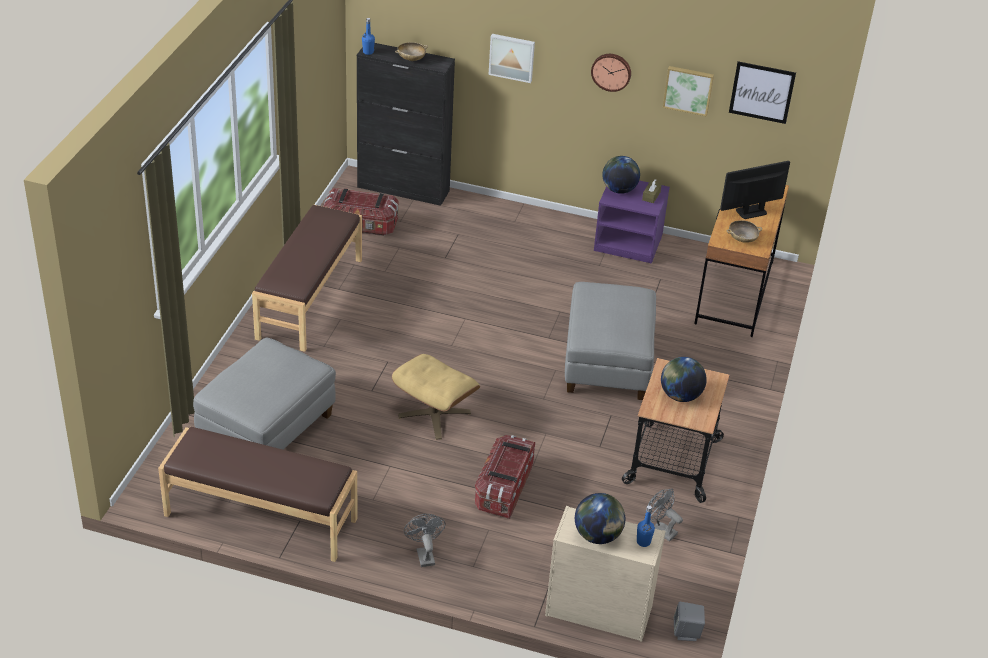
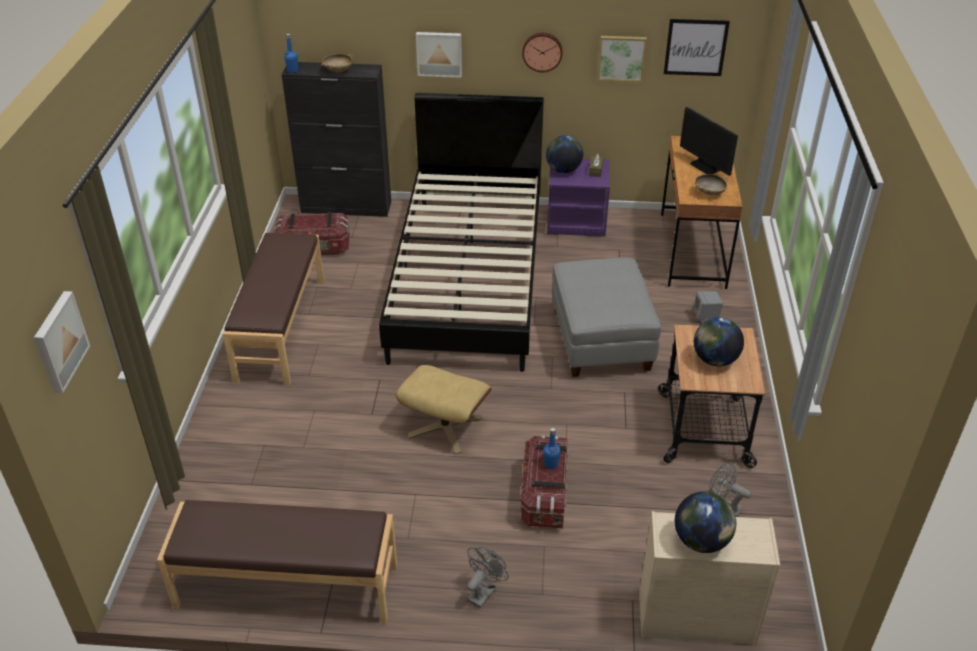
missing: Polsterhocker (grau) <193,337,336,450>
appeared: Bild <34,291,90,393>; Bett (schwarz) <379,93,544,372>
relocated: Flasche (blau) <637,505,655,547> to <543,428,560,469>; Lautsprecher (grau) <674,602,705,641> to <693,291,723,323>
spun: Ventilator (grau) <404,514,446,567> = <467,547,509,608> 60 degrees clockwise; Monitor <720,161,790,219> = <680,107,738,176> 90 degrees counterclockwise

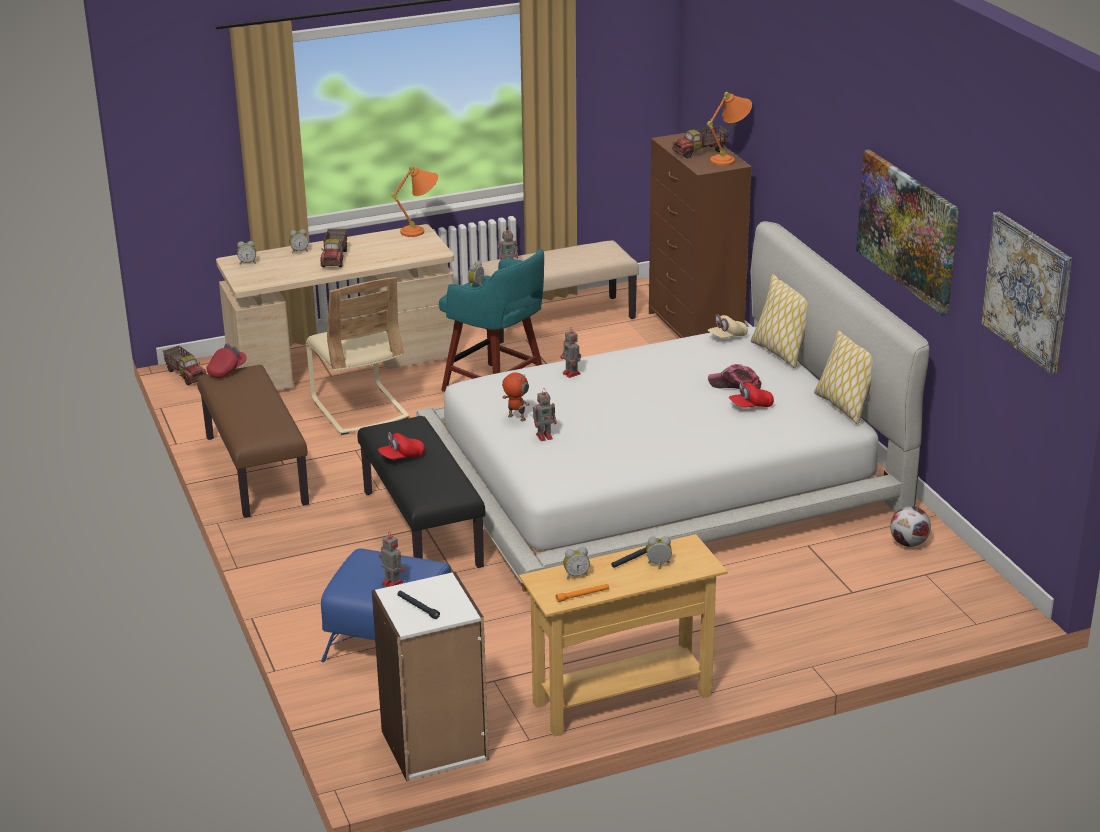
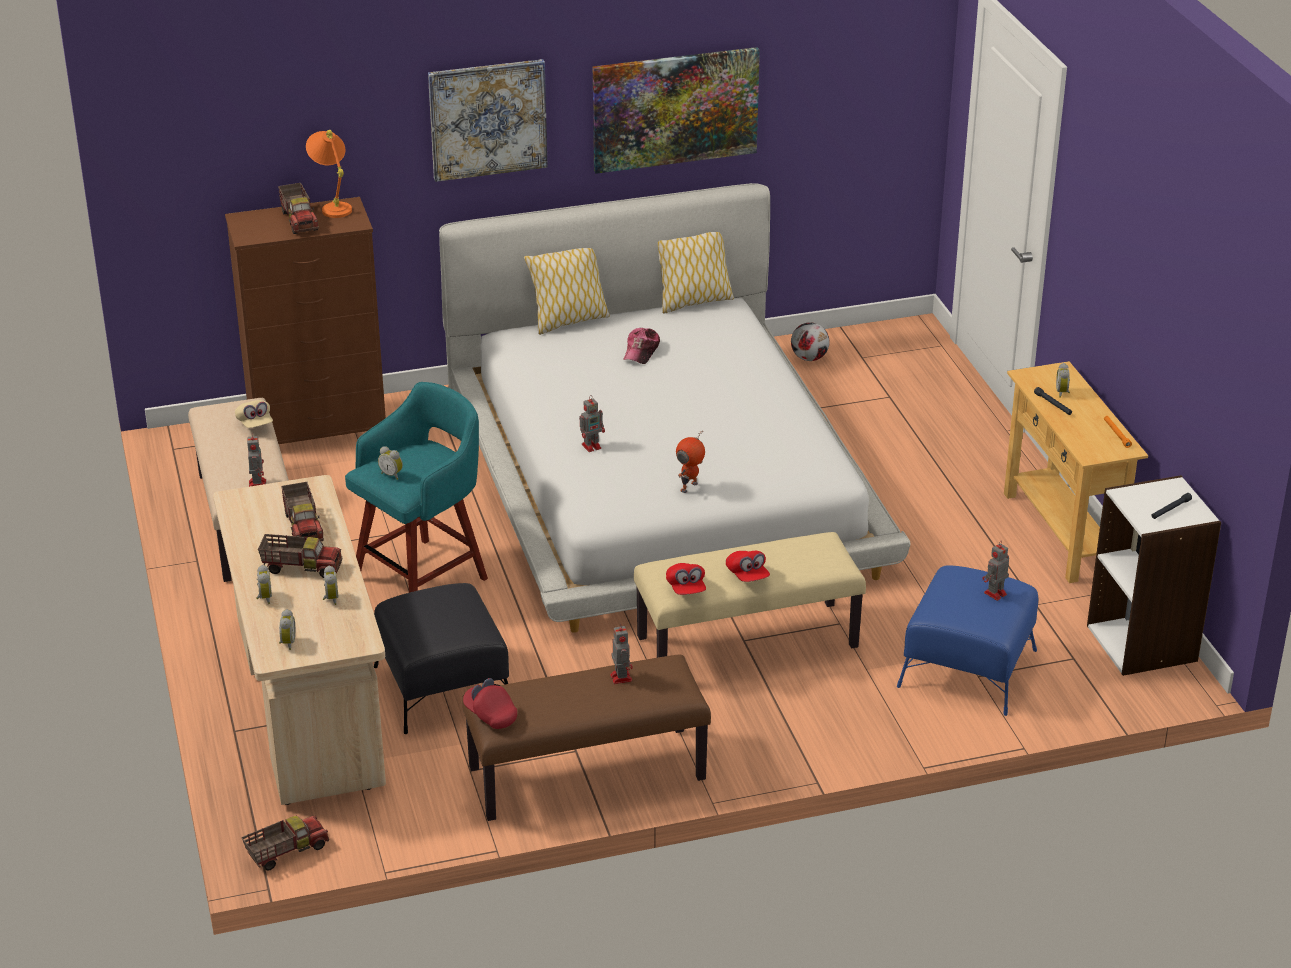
missing: Tischlampe (orange) <391,166,438,237>
appeared: Spielzeuglaster <281,482,324,541>
relocated: Spielzeugroboter <533,389,556,441> to <610,623,633,684>; Wecker <563,547,590,579> to <323,565,338,605>; Kappe (beige) <708,314,748,338> to <235,400,273,428>; Kappe (rot) <729,381,774,407> to <666,563,706,595>; Bild <981,211,1072,374> to <428,59,548,182>
exchanged: Stuhl (beige) <306,277,409,435> to Polsterhocker (schwarz) <374,583,509,734>
colour: Bank (schwarz) <358,416,485,568> to Bank (beige) <634,532,866,658>

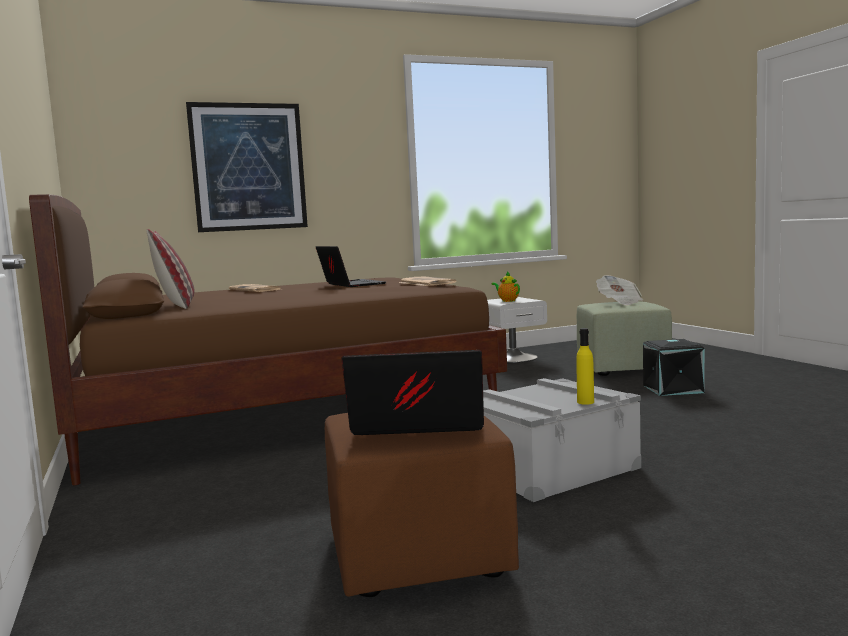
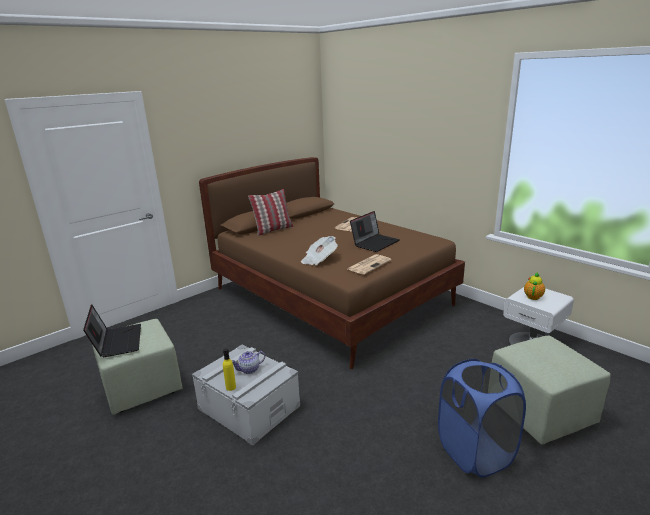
missing: Bild <186,102,308,232>
appeared: Teekanne <231,351,265,374>
relocated: Zeitung <596,275,643,305> to <301,236,337,265>
exchanged: Aufbewahrungsbox (schwarz) <643,339,705,396> to Wäschekorb (blau) <438,359,526,478>
colour: Polsterhocker (braun) <325,413,519,597> to Polsterhocker (grün) <92,319,183,415>

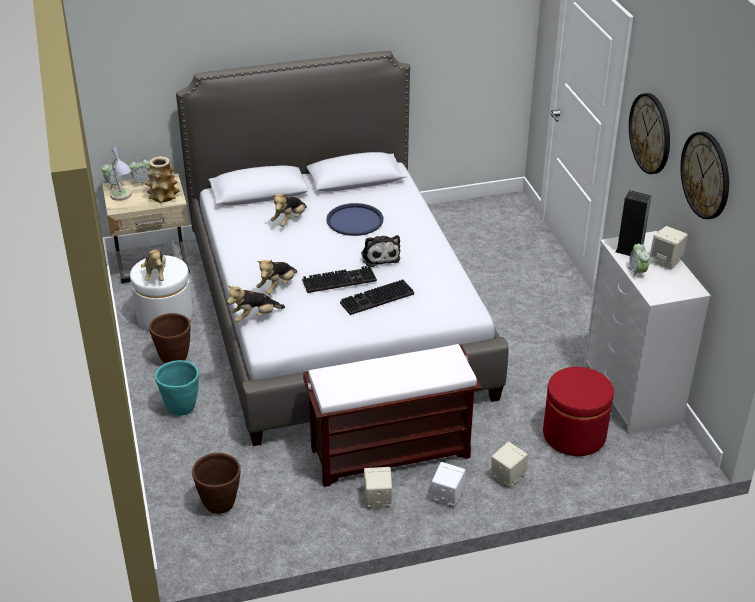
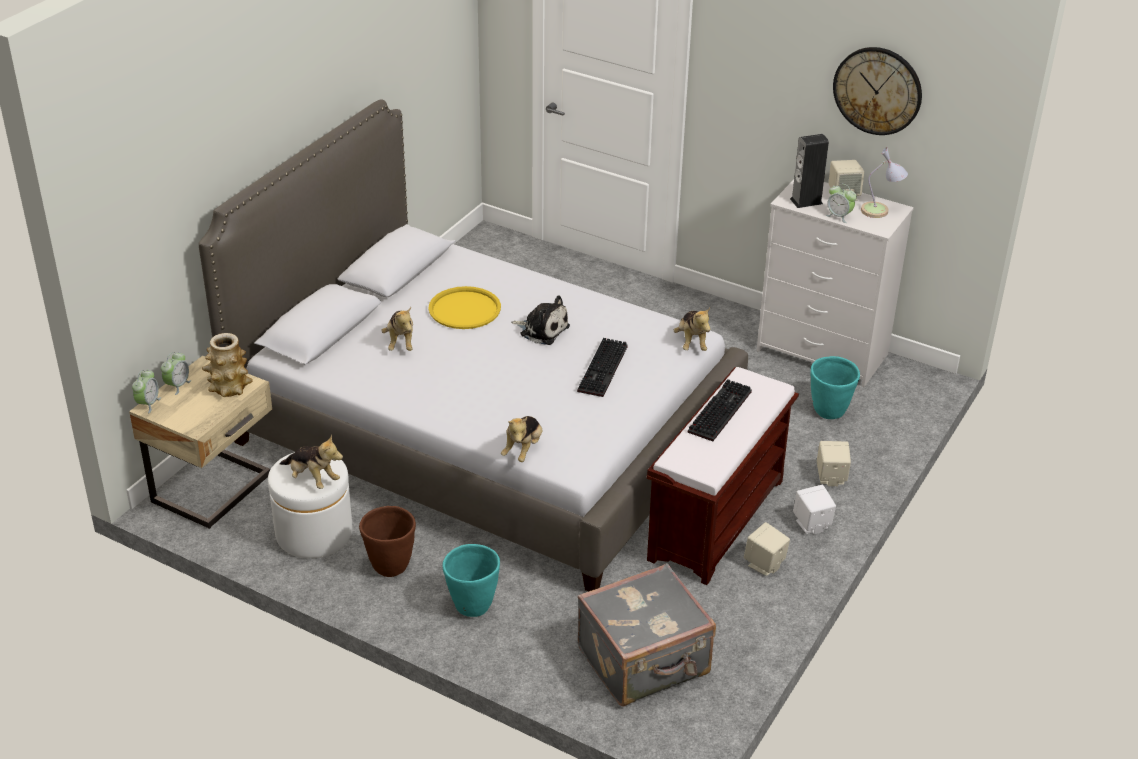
missing: Wanduhr <629,93,670,174>
relocated: Tischlampe <110,147,132,201> to <861,147,908,218>; Plüschtier <256,260,297,295> to <674,308,710,351>; Tastatur <302,265,377,293> to <688,379,752,441>
exchanged: Pflanzkübel (braun) <192,453,241,514> to Koffer (grau) <578,563,716,707>; Polsterhocker (rot) <543,367,614,456> to Pflanzkübel (türkis) <810,356,860,419>
colour: Tablett (blau) <326,203,383,236> to Tablett (gelb) <429,286,501,329>

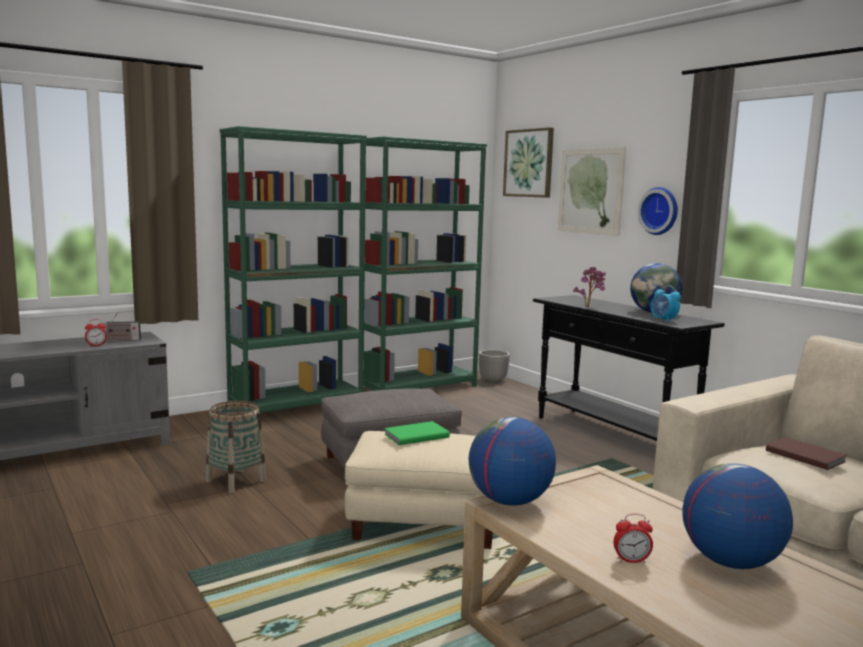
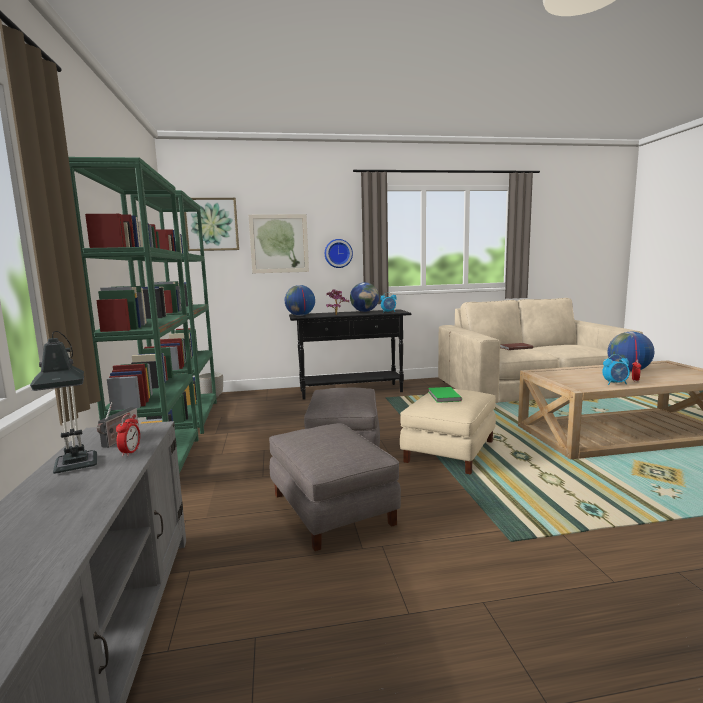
appeared: Tischlampe <30,331,97,474>; Wecker <602,354,630,385>
relocated: Globus <469,417,556,506> to <285,285,315,316>
exchanged: Korb <206,401,266,493> to Polsterhocker (grau) <269,423,401,551>

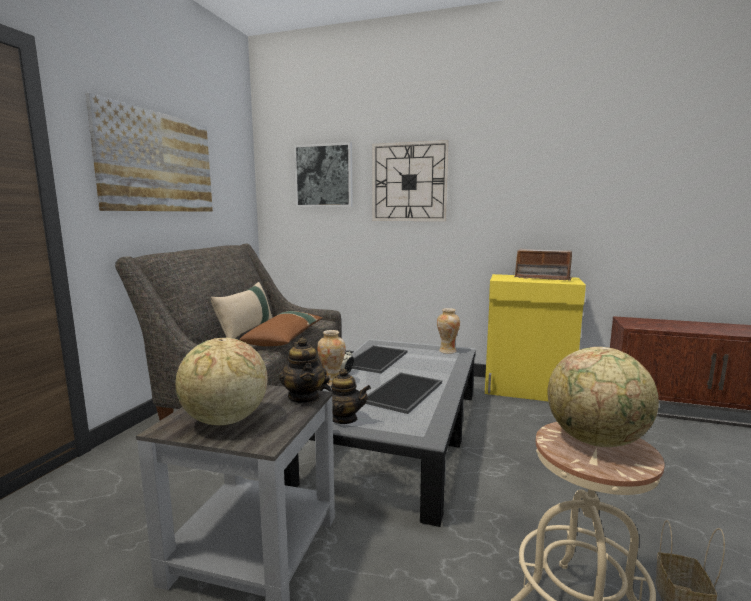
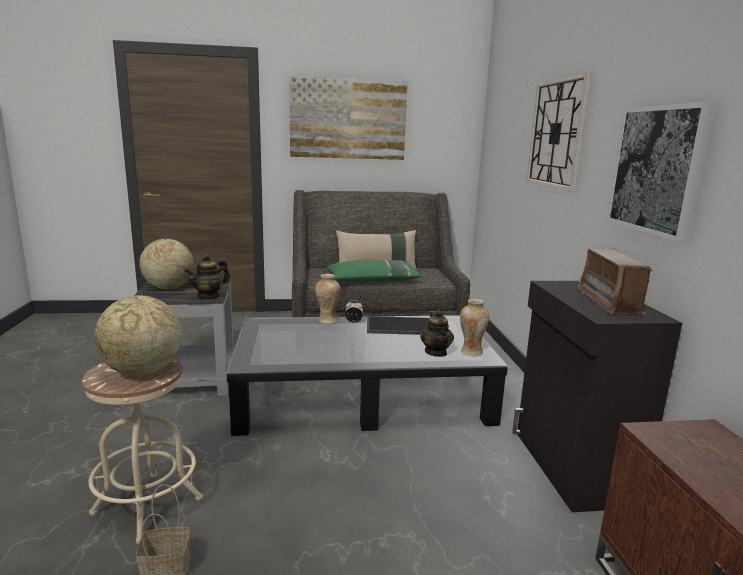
missing: Tablett <365,372,442,414>
relocated: Bild <294,142,353,207> to <606,102,716,242>; Teekanne <318,368,371,424> to <420,310,454,357>
colour: Kissen (braun) <239,311,322,346> to Kissen (grün) <326,260,422,282>; Schrank (gelb) <485,274,586,401> to Schrank (schwarz) <512,281,682,512>

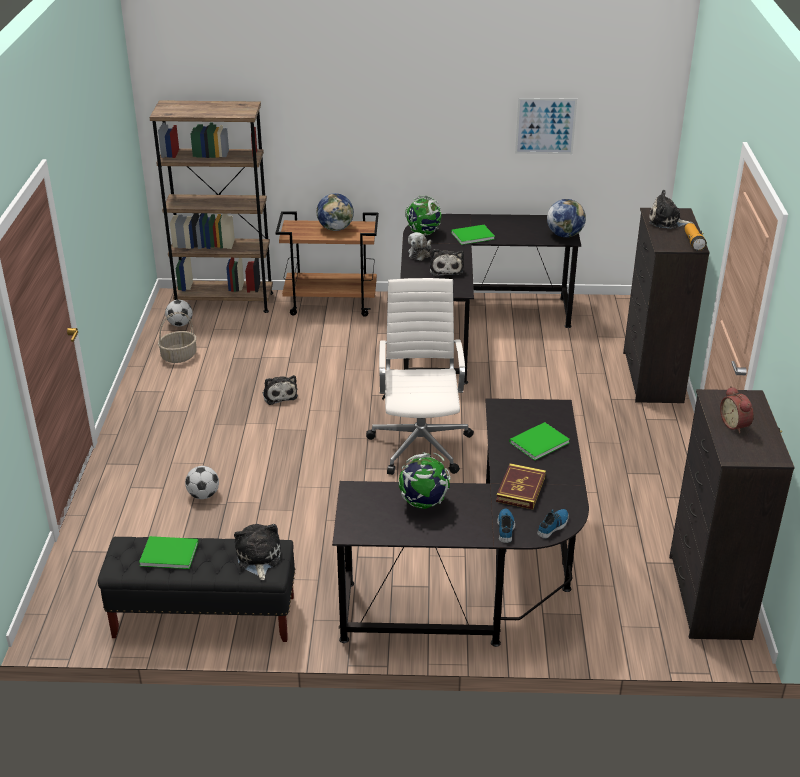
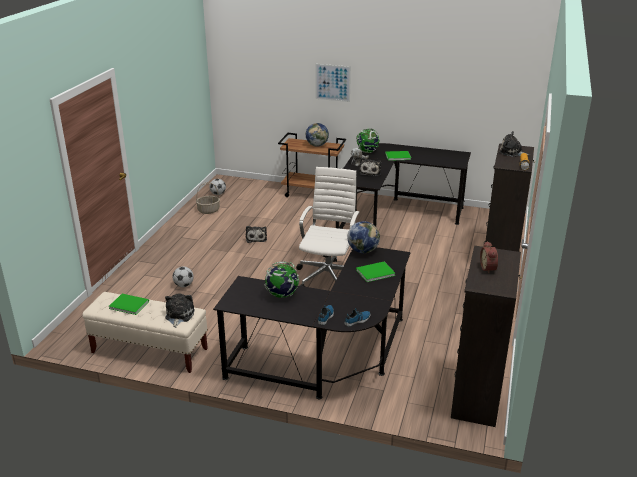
missing: Bücherregal (braun) <149,100,273,313>; Buch <496,463,546,509>
relocated: Bild <515,98,577,154> to <316,64,351,102>; Globus <547,199,586,237> to <347,221,380,253>
colour: Bank (schwarz) <98,537,295,642> to Bank (beige) <82,292,208,373>

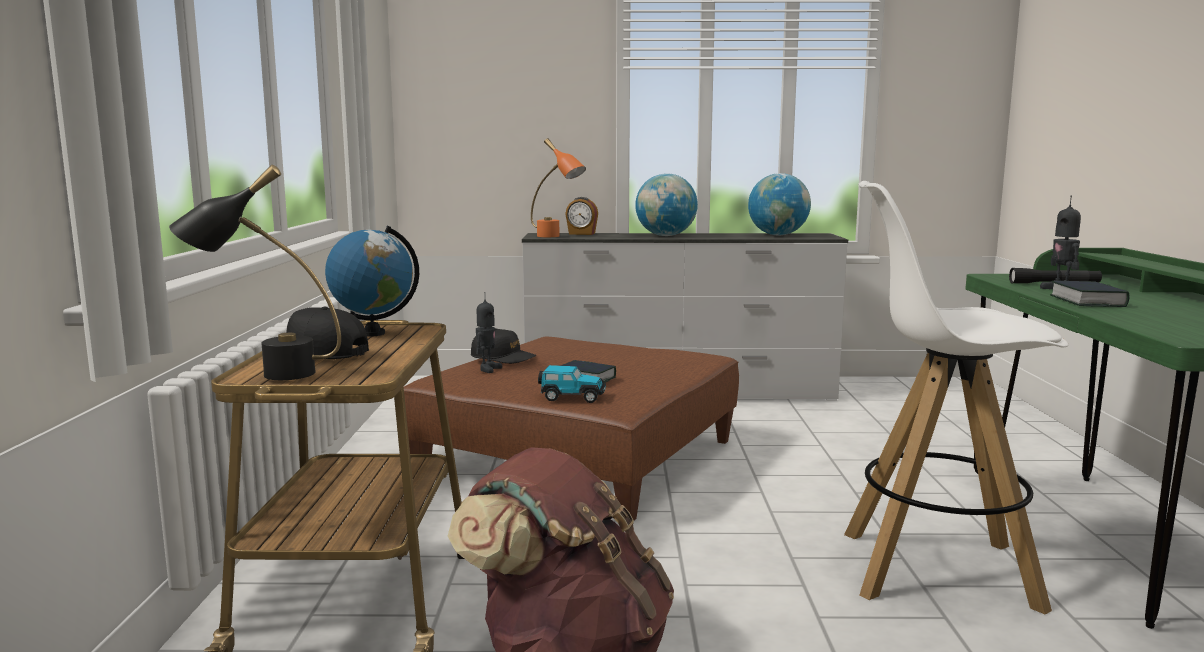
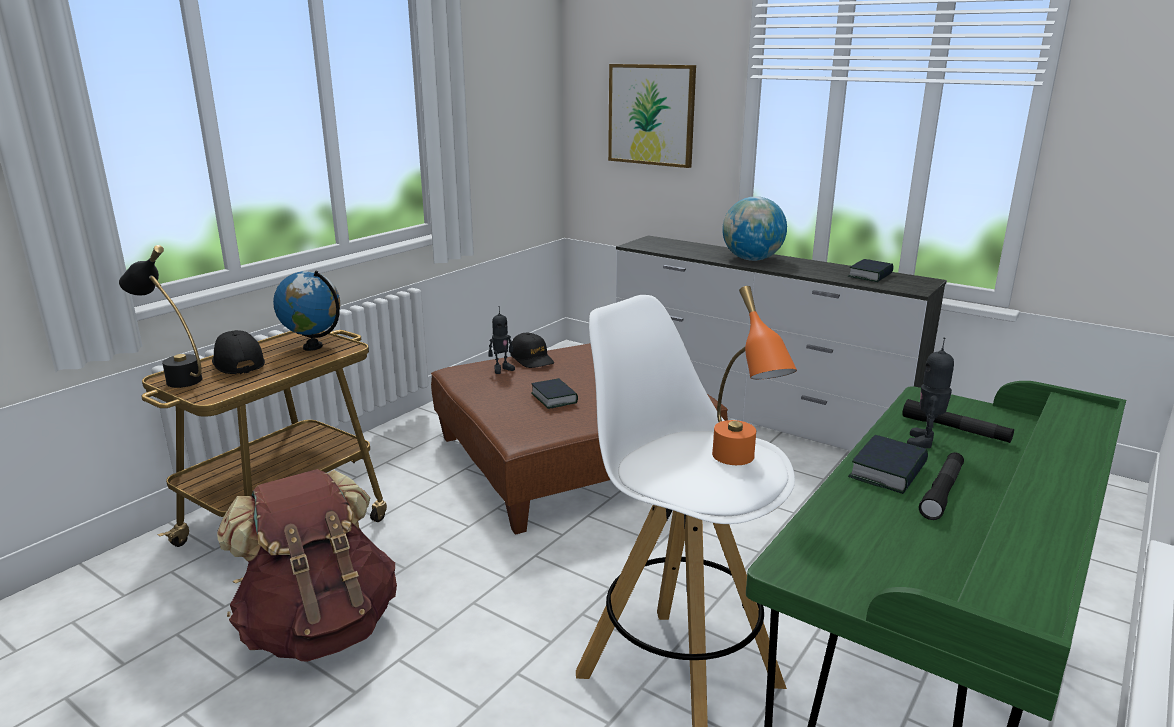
missing: Spielzeugauto <538,365,606,403>; Wecker <565,197,598,235>
appeared: Bild <608,64,696,168>; Taschenlampe (schwarz) <919,452,964,520>
relocated: Tischlampe (orange) <531,138,586,237> to <712,286,797,465>
exchanged: Globus <748,173,811,235> to Buch <848,259,893,282>

